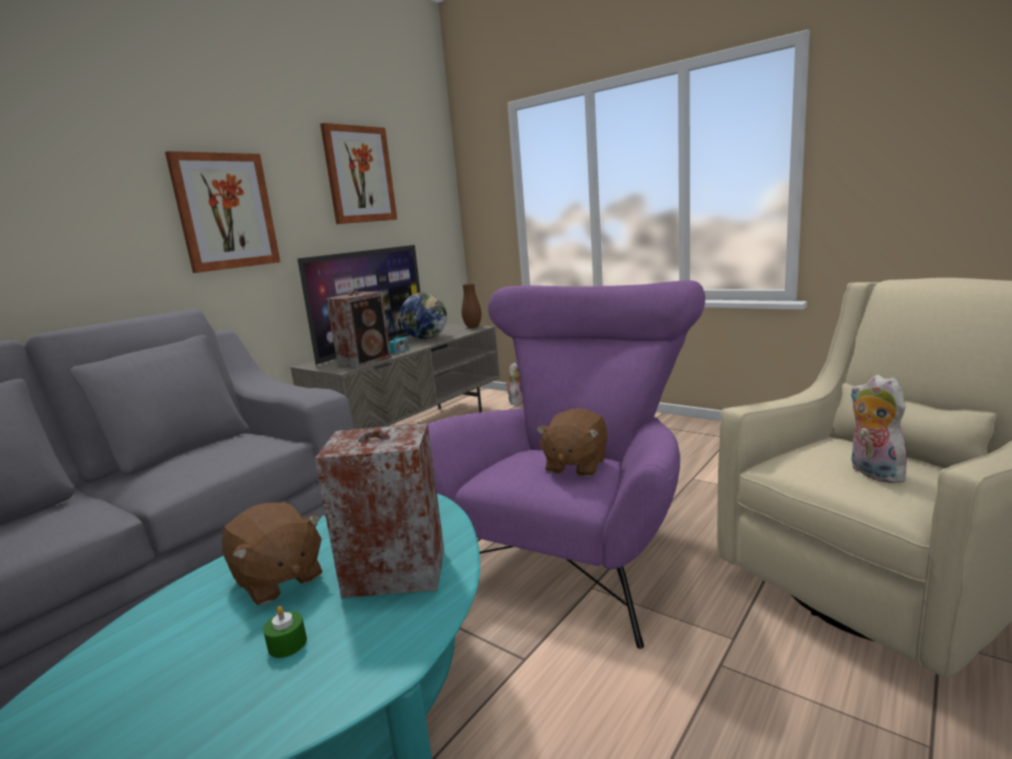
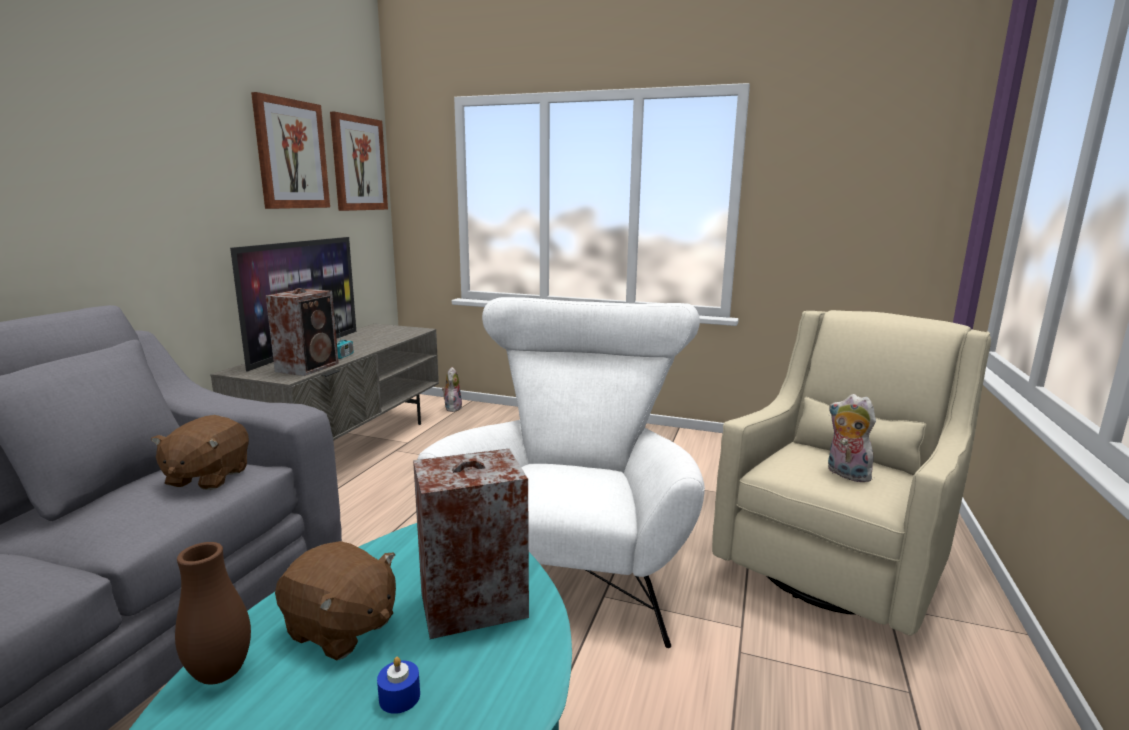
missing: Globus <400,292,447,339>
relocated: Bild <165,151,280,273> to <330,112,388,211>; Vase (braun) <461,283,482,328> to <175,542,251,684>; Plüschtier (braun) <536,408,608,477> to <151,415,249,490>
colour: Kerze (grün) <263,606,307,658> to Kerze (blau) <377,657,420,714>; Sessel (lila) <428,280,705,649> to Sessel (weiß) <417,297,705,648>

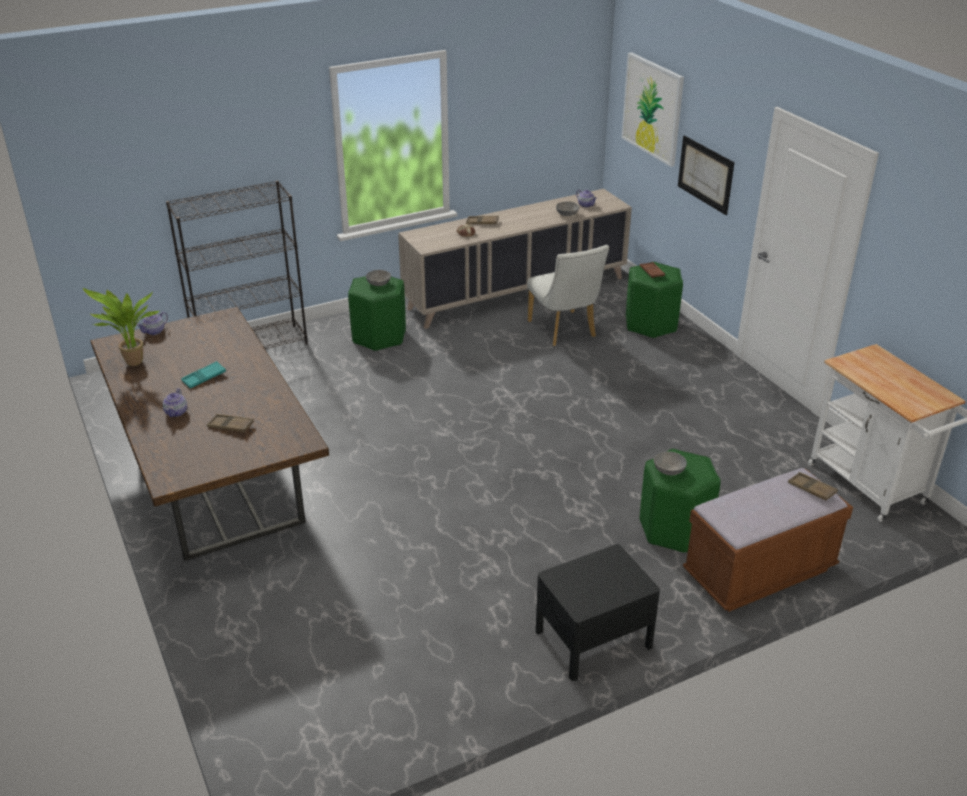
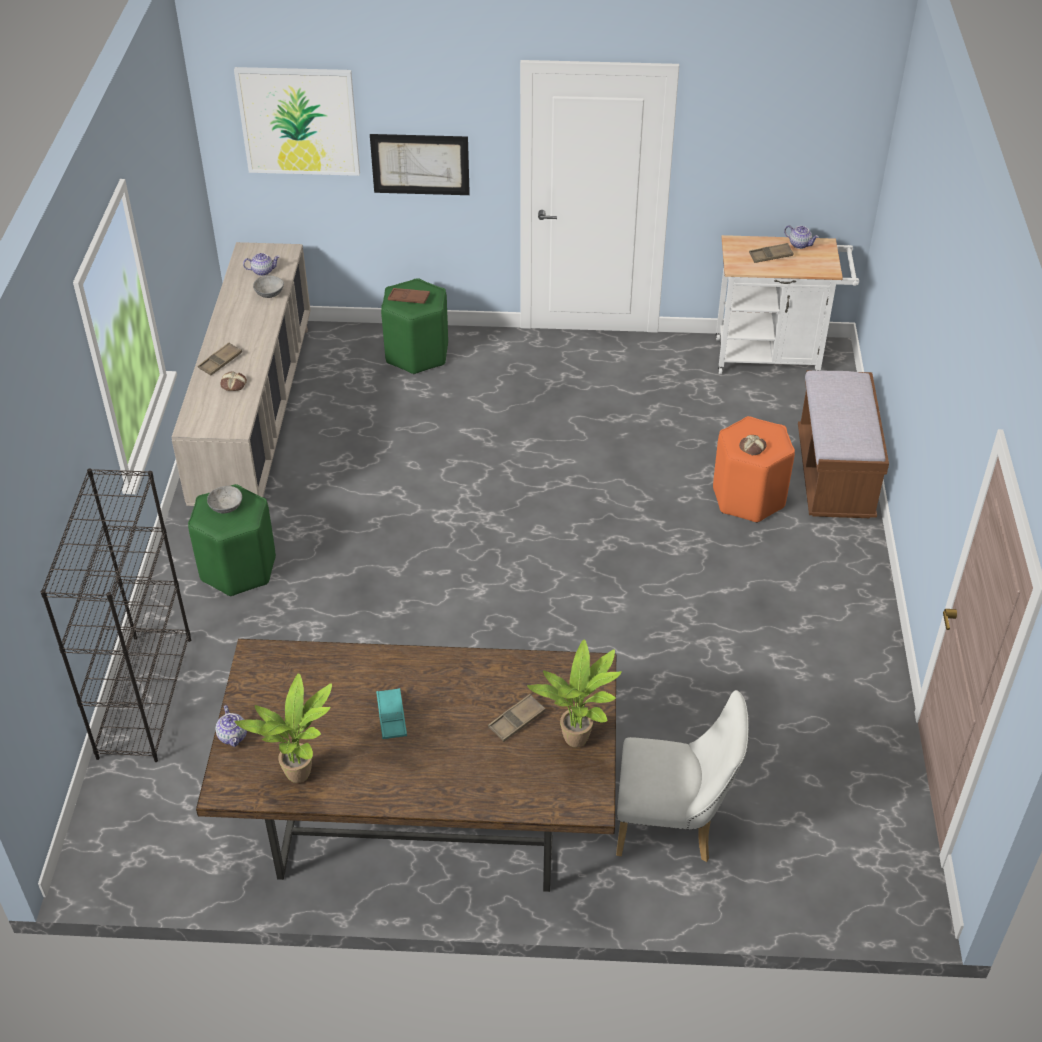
missing: Nachttisch (schwarz) <536,544,660,681>
appeared: Topfpflanze <527,639,622,748>
relocated: Teekanne <162,388,187,417> to <784,225,819,249>; Stuhl (weiß) <527,245,609,346> to <616,690,749,862>; Tablett (braun) <788,472,838,500> to <749,243,794,263>
exchanged: Schüssel (grau) <654,452,687,476> to Brot <739,435,766,455>
colour: Hocker (grün) <640,449,720,553> to Hocker (orange) <713,416,795,523>

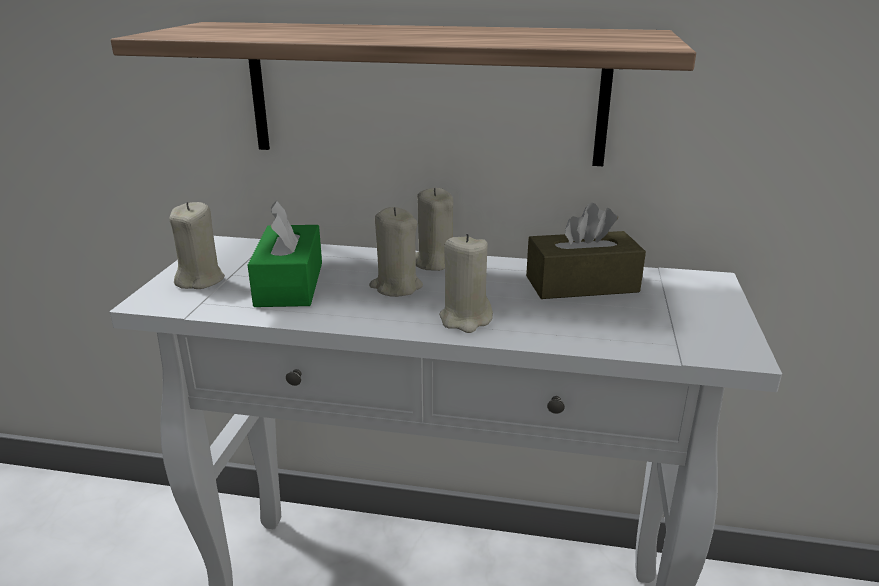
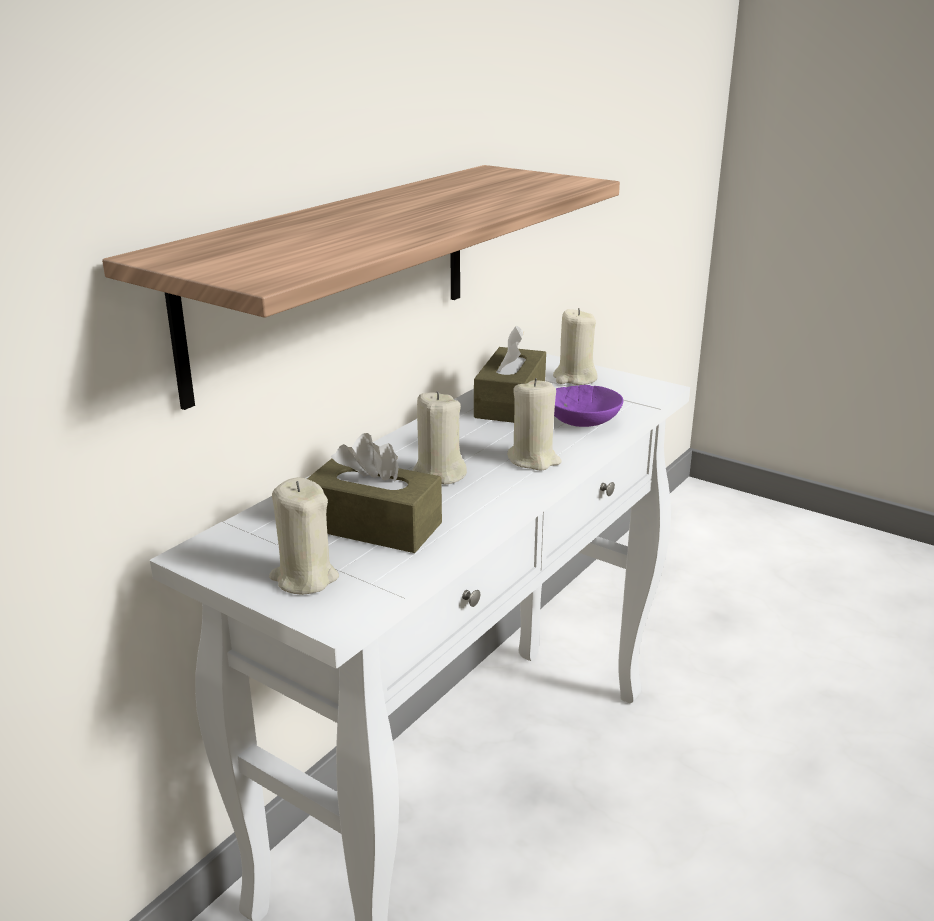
appeared: Schüssel (lila) <554,385,623,427>
relocated: Kerze (beige) <415,188,453,271> to <553,308,598,385>
colour: Taschentuchbox (grün) <248,201,322,307> to Taschentuchbox (braun) <307,433,442,553>

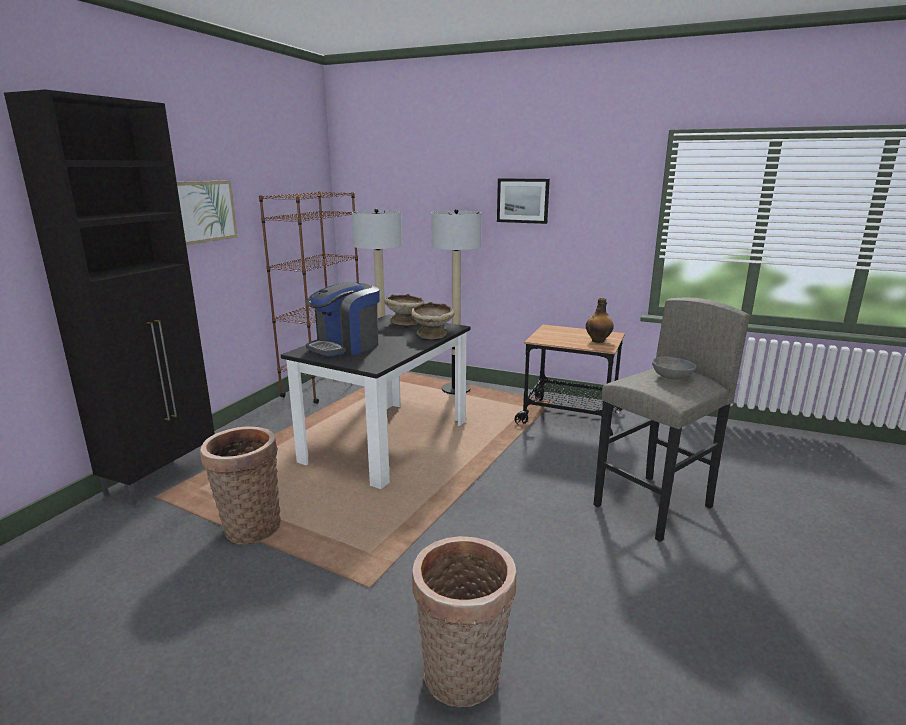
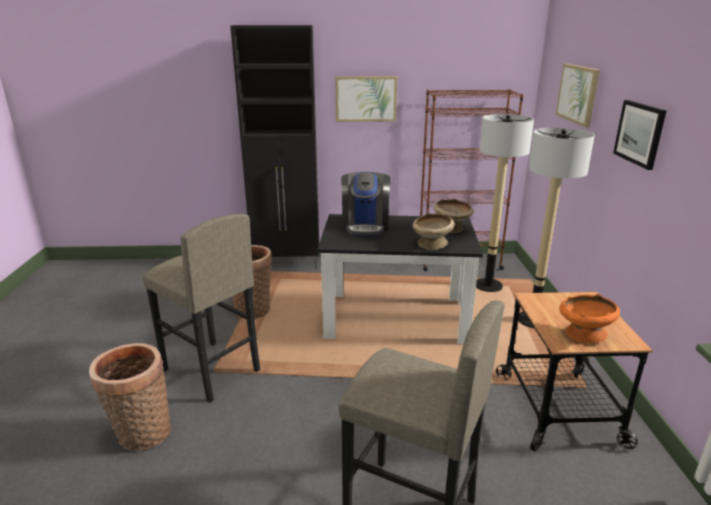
missing: Schüssel (grau) <652,357,696,379>
appeared: Hocker (grau) <142,214,260,403>; Bild <556,64,600,127>
exchanged: Flasche <586,298,614,343> to Schüssel (orange) <560,294,620,343>
spun: Kaffeemaschine <306,282,380,356> = <341,172,391,235> 105 degrees counterclockwise

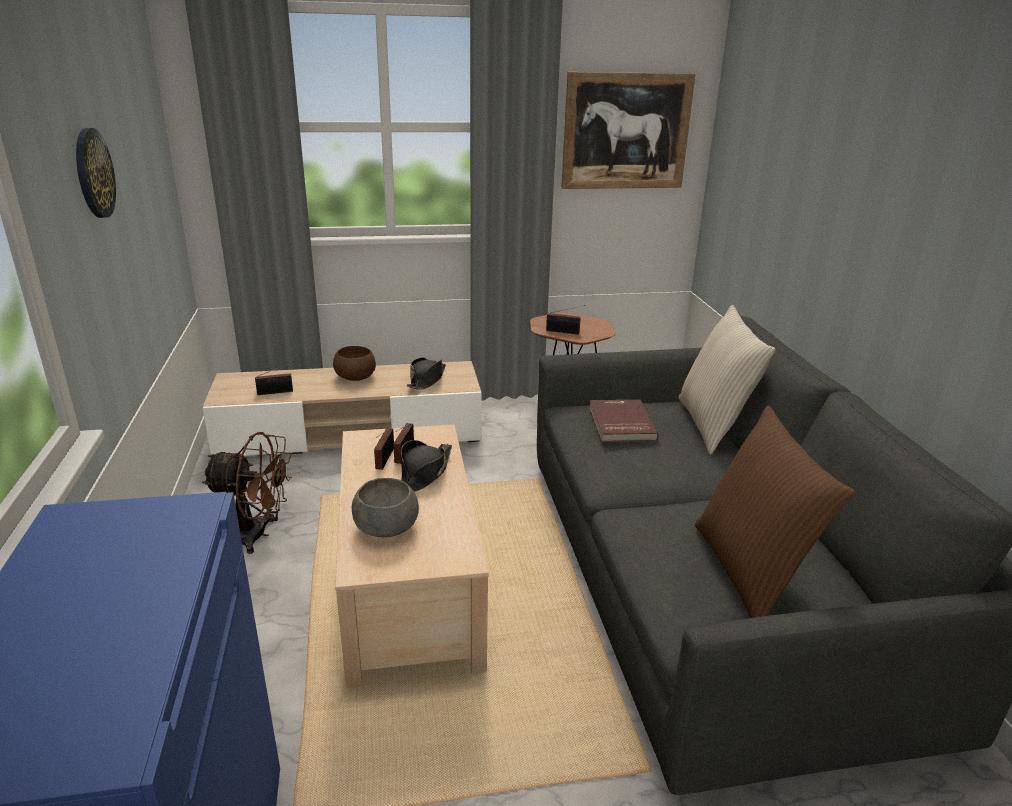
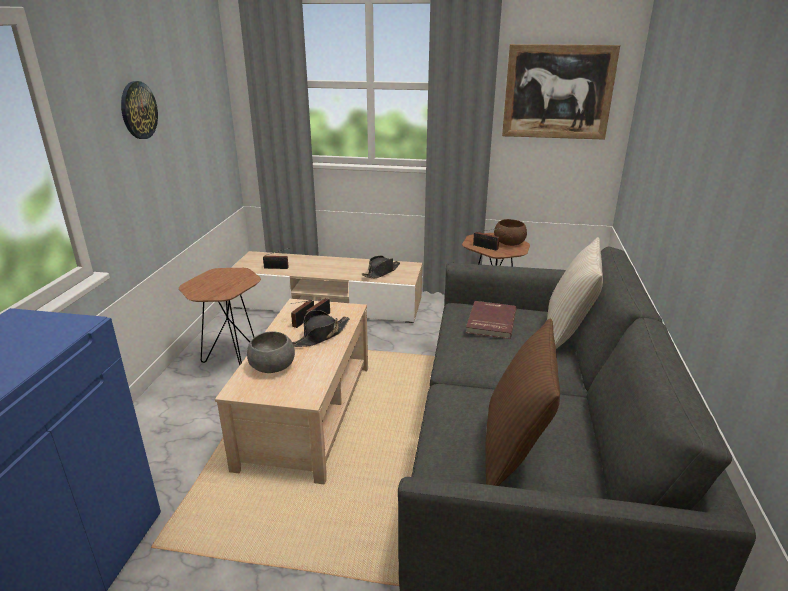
relocated: Schüssel (braun) <333,346,376,381> to <494,219,527,246>
exchanged: Ventilator (braun) <202,432,292,554> to Beistelltisch (braun) <179,268,261,366>

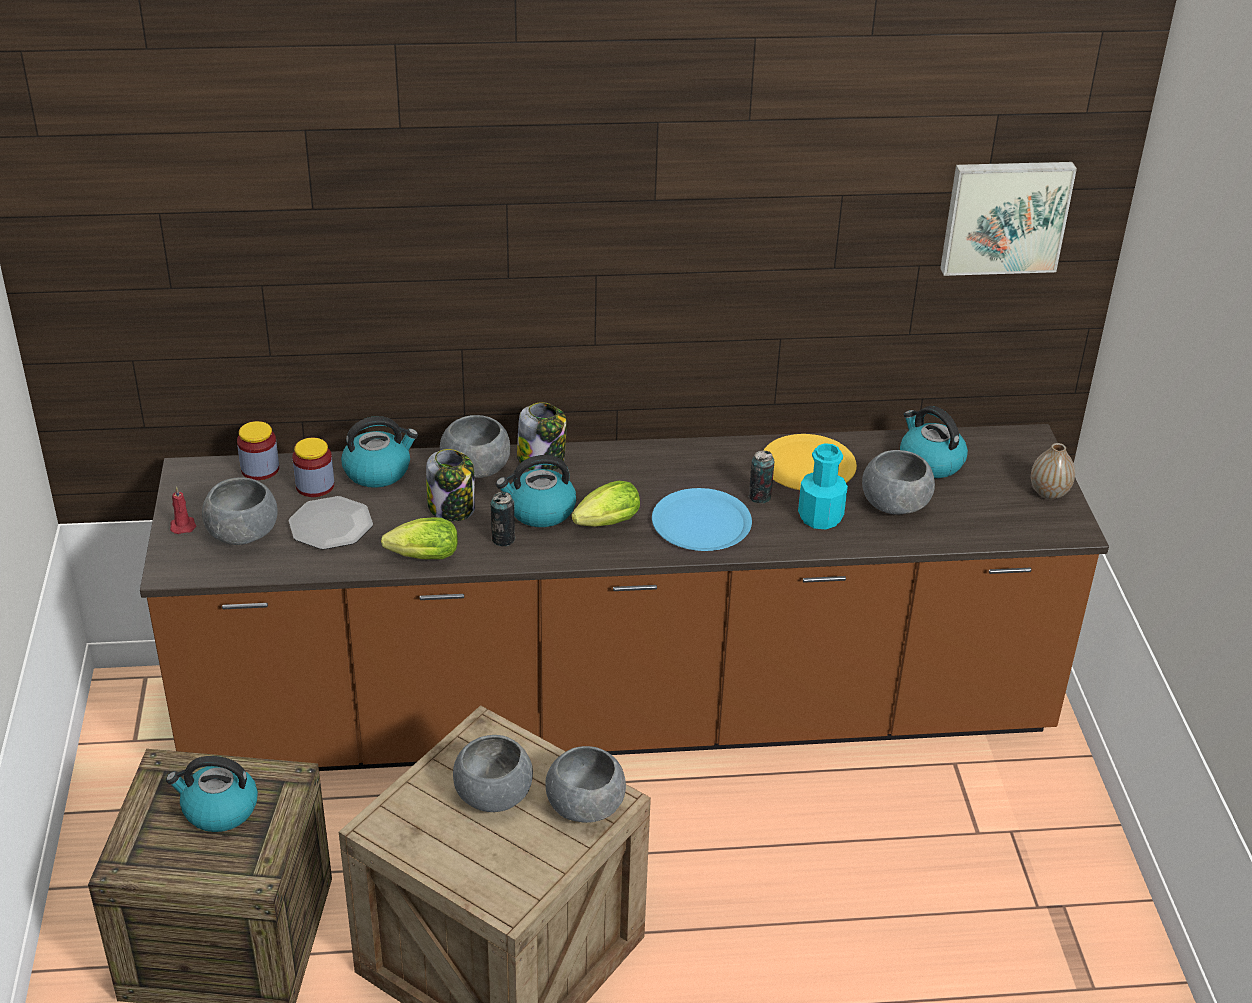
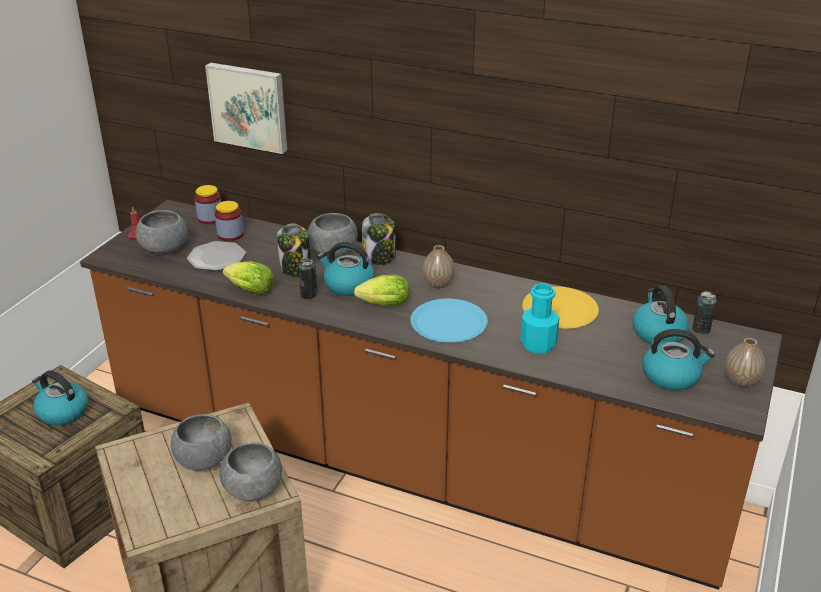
missing: Schüssel (grau) <862,450,935,515>
appeared: Vase <423,245,455,289>
relocated: Wasserkessel <341,416,418,488> to <642,329,715,391>; Dose <748,451,775,503> to <692,291,717,334>; Bild <940,162,1077,276> to <205,63,287,154>

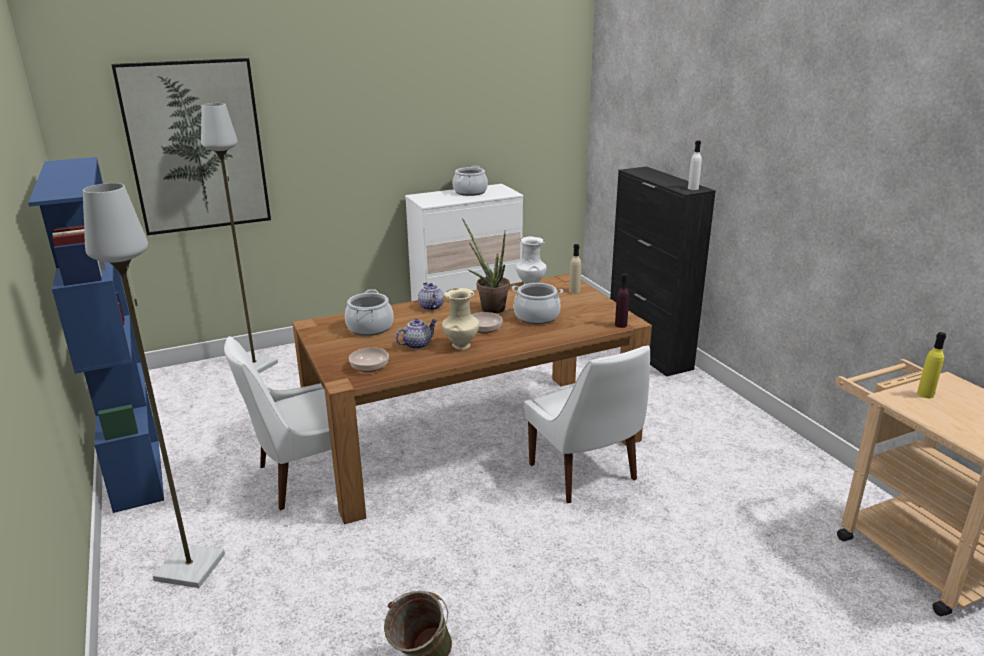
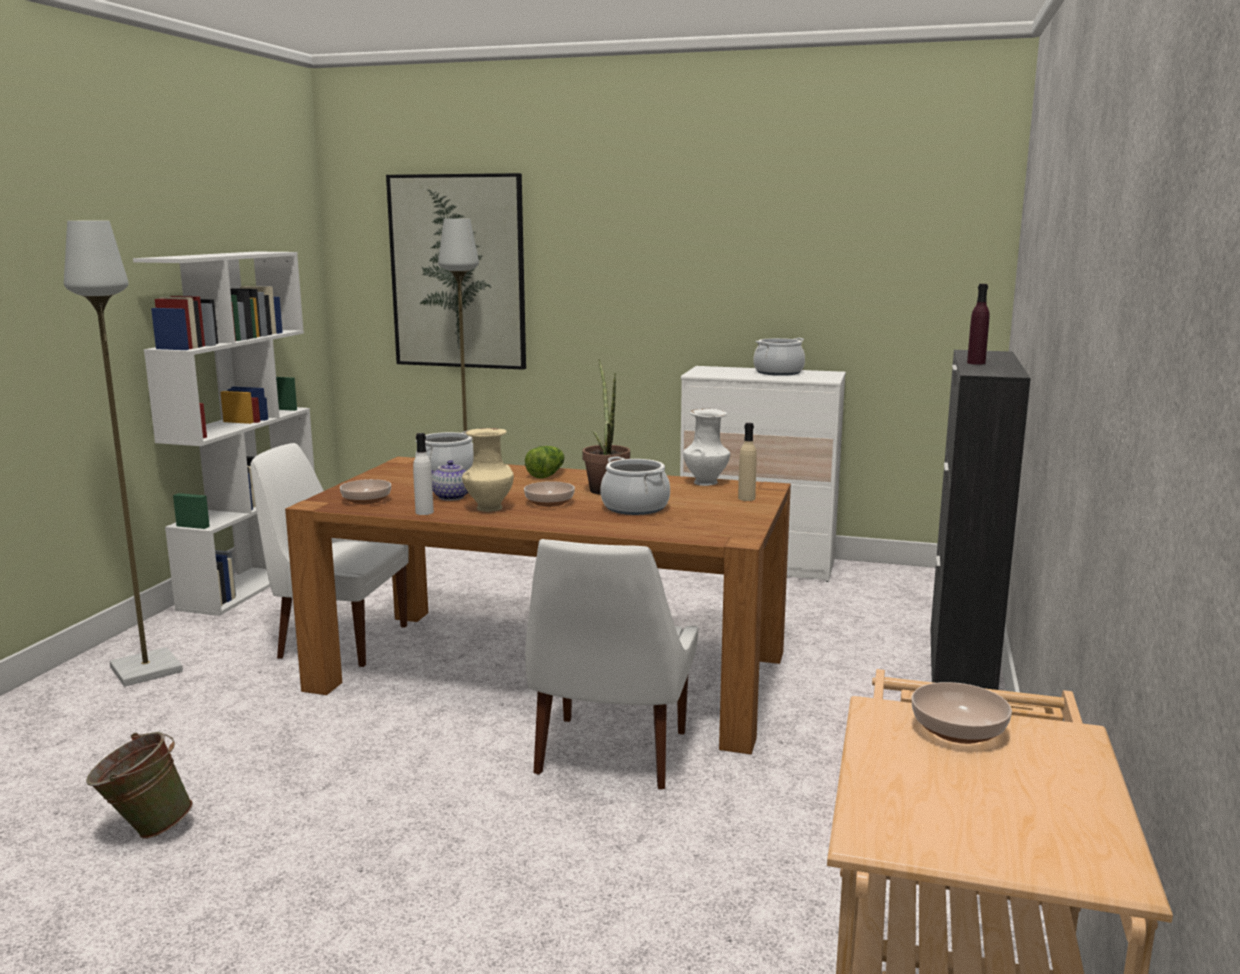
relocated: Flasche (lila) <615,273,629,328> to <967,284,990,365>; Flasche (weiß) <688,140,702,190> to <413,433,434,515>
exchanged: Teekanne <418,282,444,310> to Salatkopf <525,446,565,479>; Flasche (gelb) <917,332,946,398> to Schüssel <911,682,1012,744>
colour: Bücherregal (blau) <28,157,164,513> to Bücherregal (weiß) <133,252,315,616>

